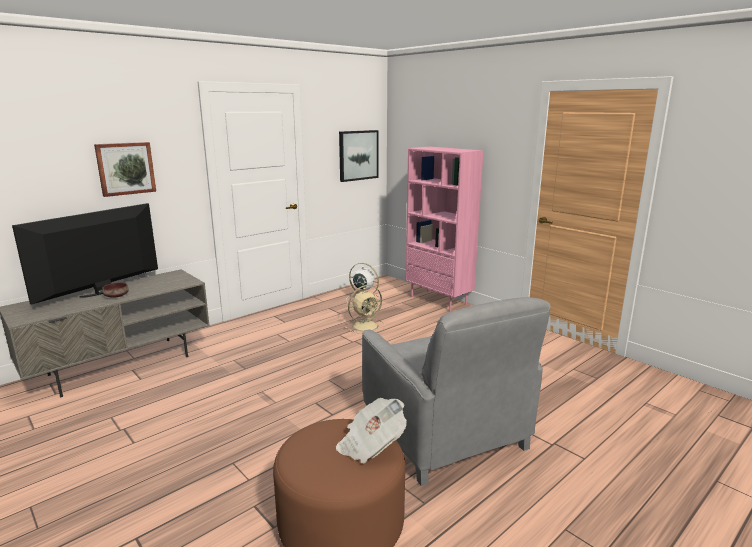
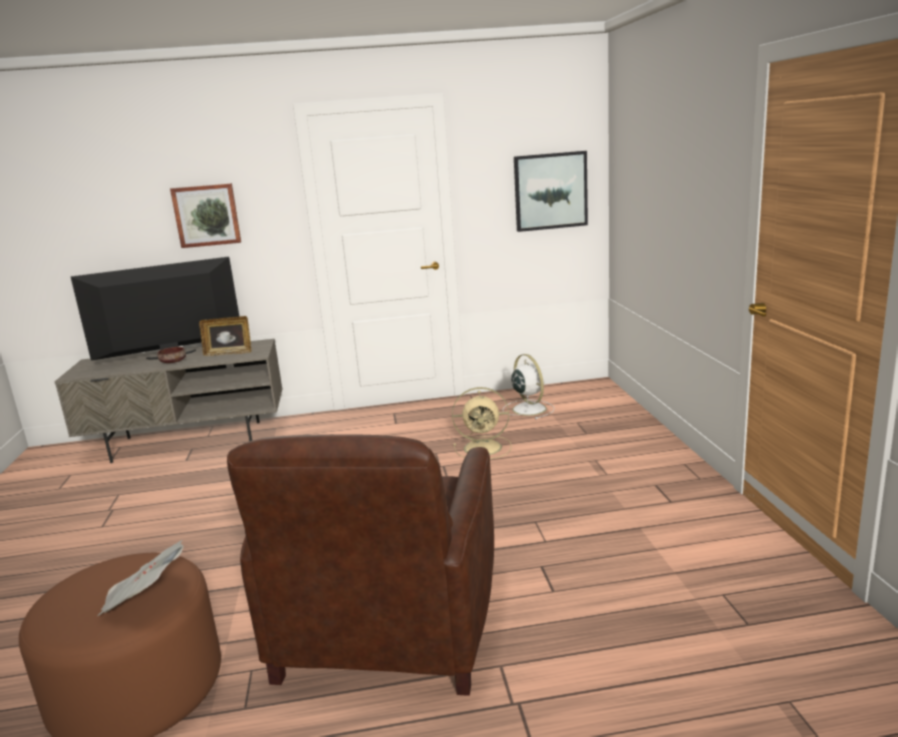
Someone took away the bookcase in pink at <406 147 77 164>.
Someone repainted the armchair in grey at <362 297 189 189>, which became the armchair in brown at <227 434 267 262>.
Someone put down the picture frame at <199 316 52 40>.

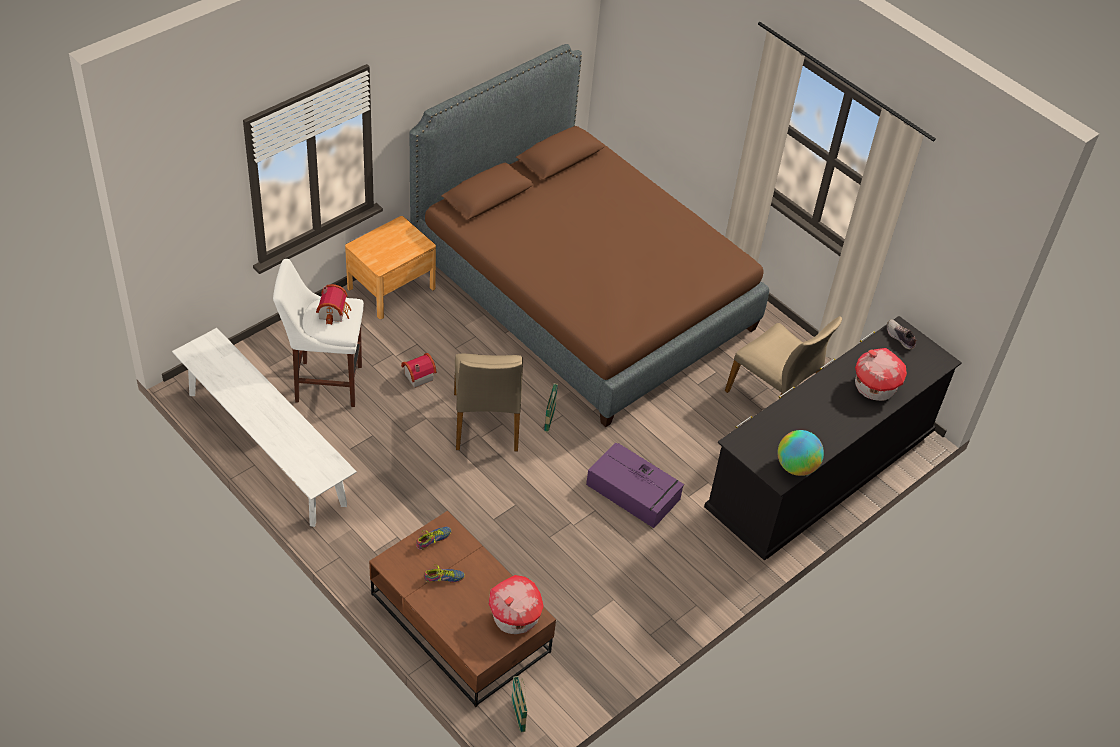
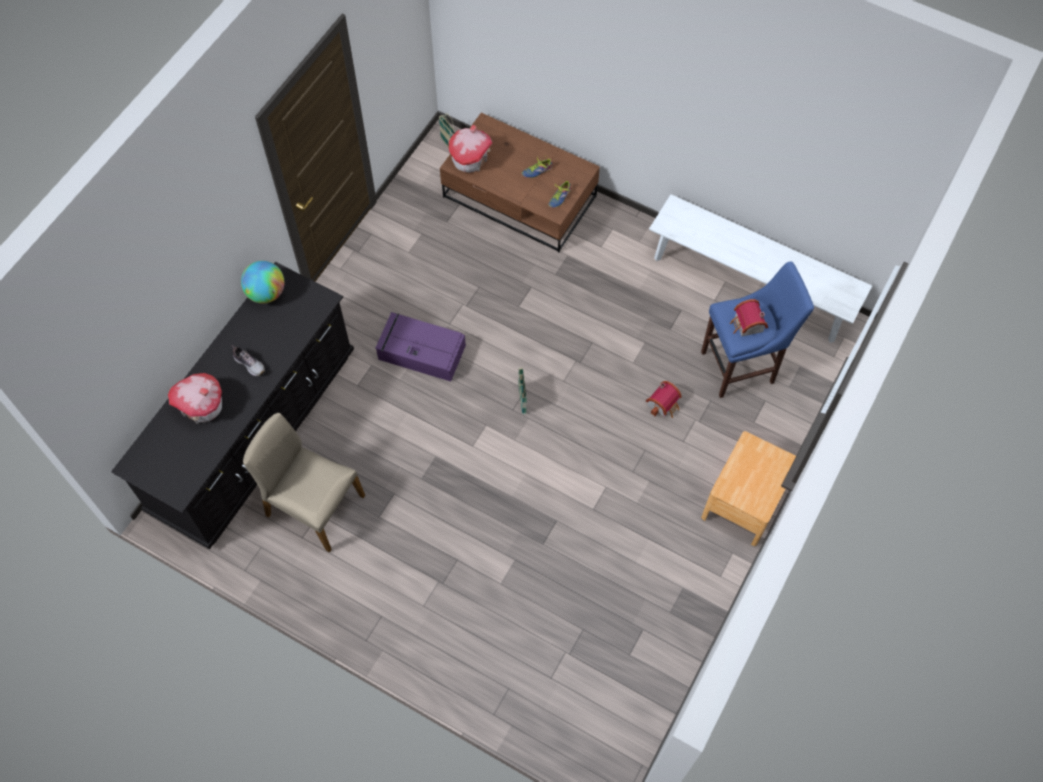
Someone took away the bed in brown at <409 44 360 383>.
Someone repainted the stool in white at <273 259 91 148>, which became the stool in blue at <701 261 113 137>.
Someone carried the shoe from <887 320 30 29> to <232 345 33 31>.
Someone took away the chair in beige at <454 354 69 97>.

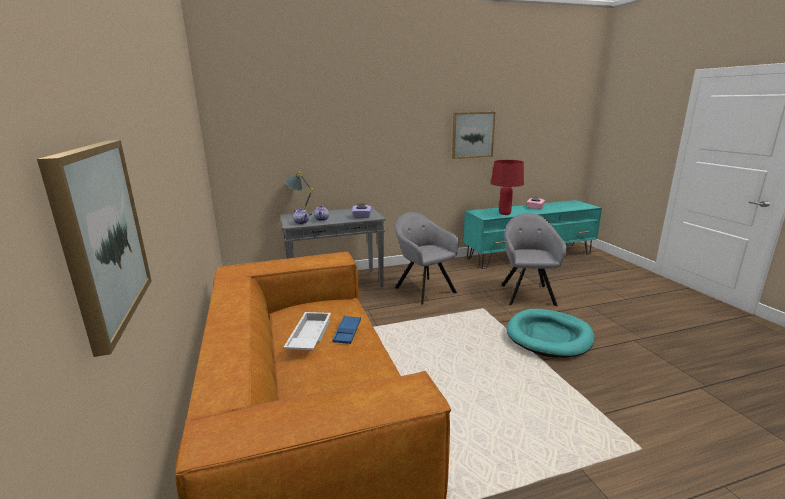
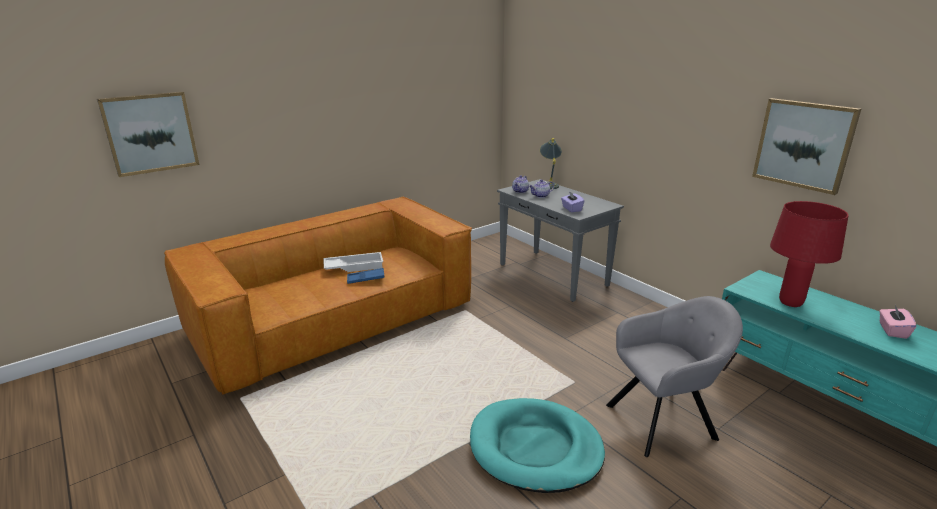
Someone took away the armchair in grey at <395 212 64 92>.

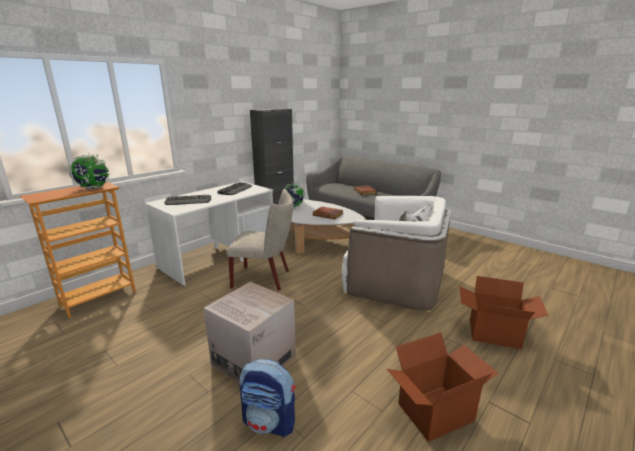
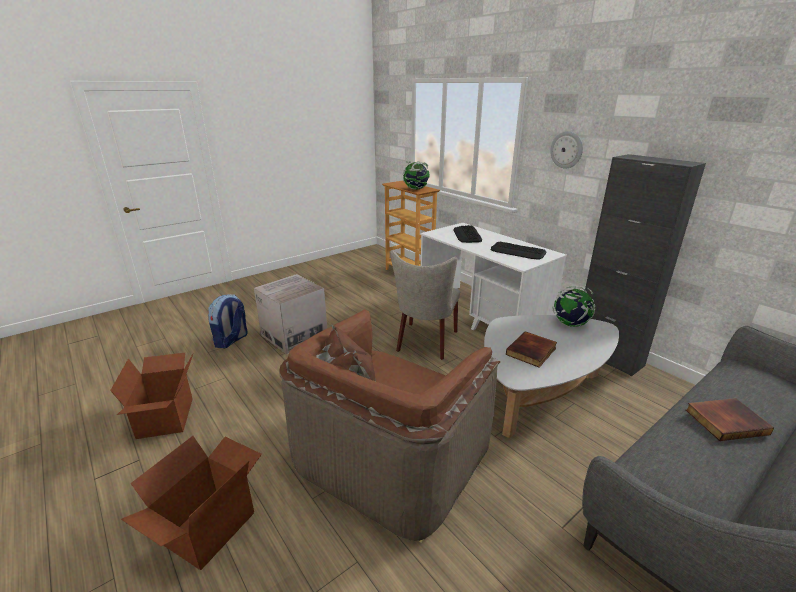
Someone repainted the armchair in white at <342 196 109 117>, which became the armchair in brown at <279 309 221 234>.
Someone put up the wall clock at <550 131 33 37>.

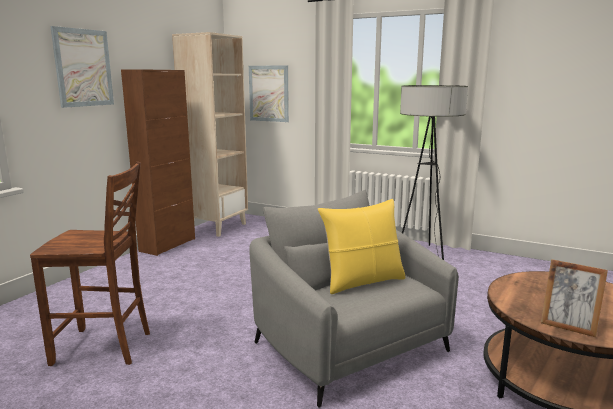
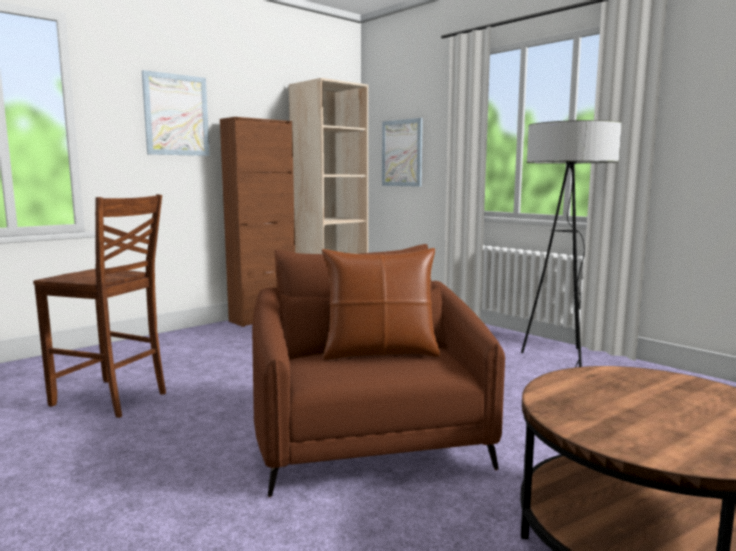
Someone repainted the armchair in grey at <249 190 210 218>, which became the armchair in brown at <252 244 253 253>.
Someone repainted the pillow in yellow at <318 199 87 95>, which became the pillow in brown at <321 248 119 112>.
Someone took away the picture frame at <541 259 67 78>.

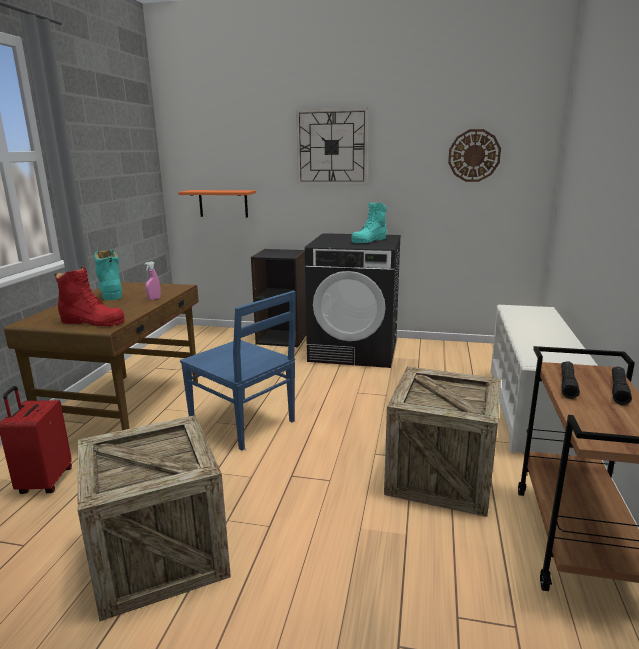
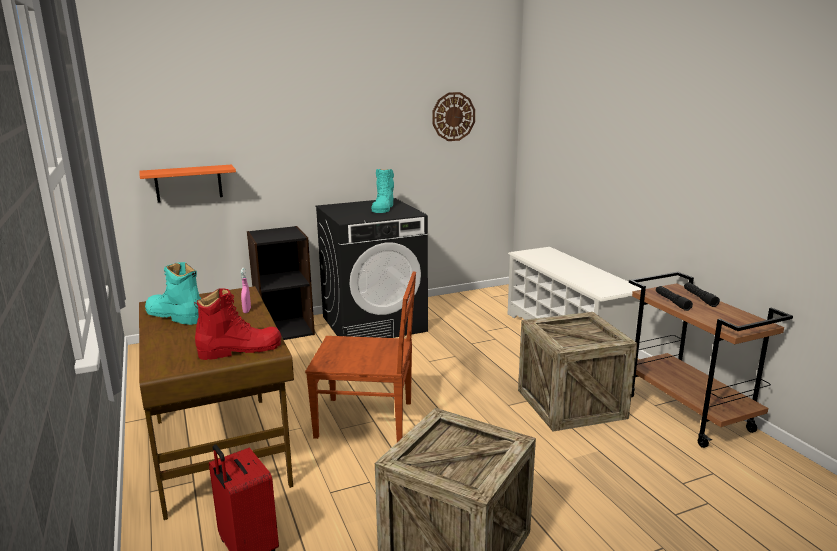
Someone took away the wall clock at <296 108 72 76>.
Someone repainted the chair in blue at <180 291 116 160>, which became the chair in brown at <305 272 111 170>.

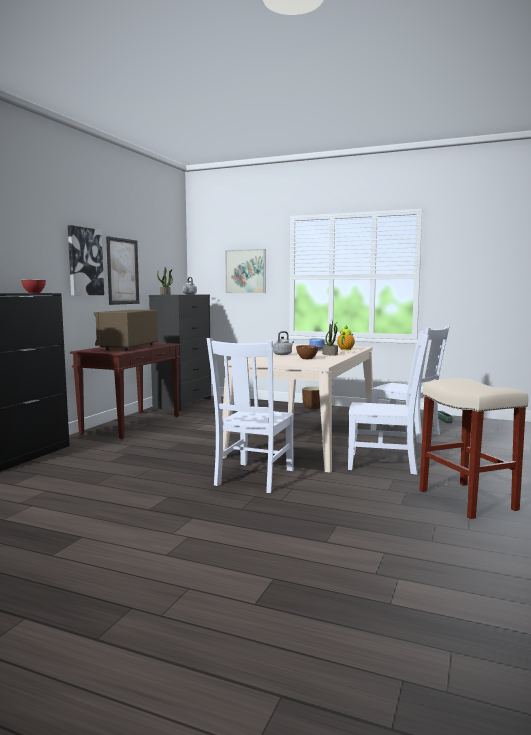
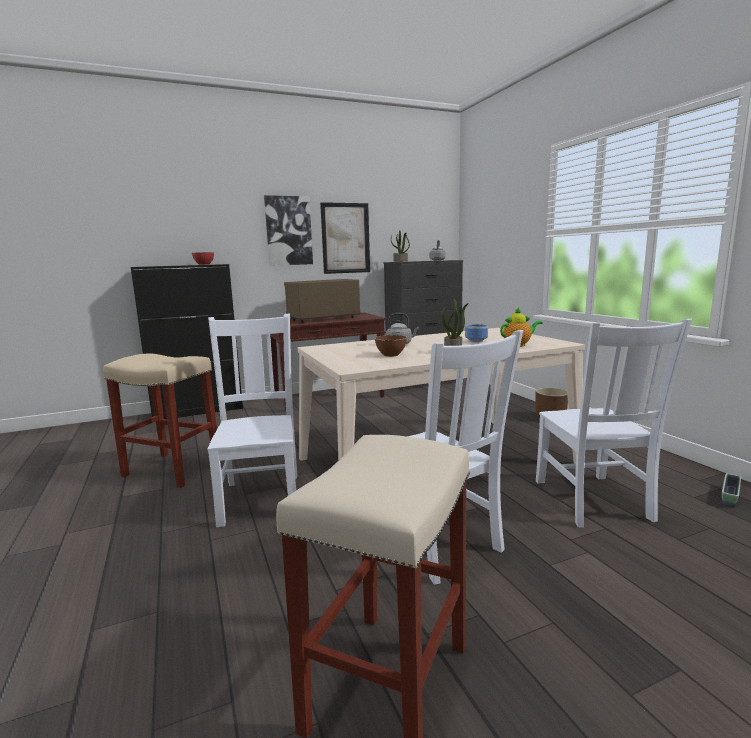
Someone took away the picture at <225 249 41 44>.
Someone rotated the chair in white at <207 338 87 155> by 105 degrees clockwise.
Someone put down the stool in beige at <103 354 118 134>.

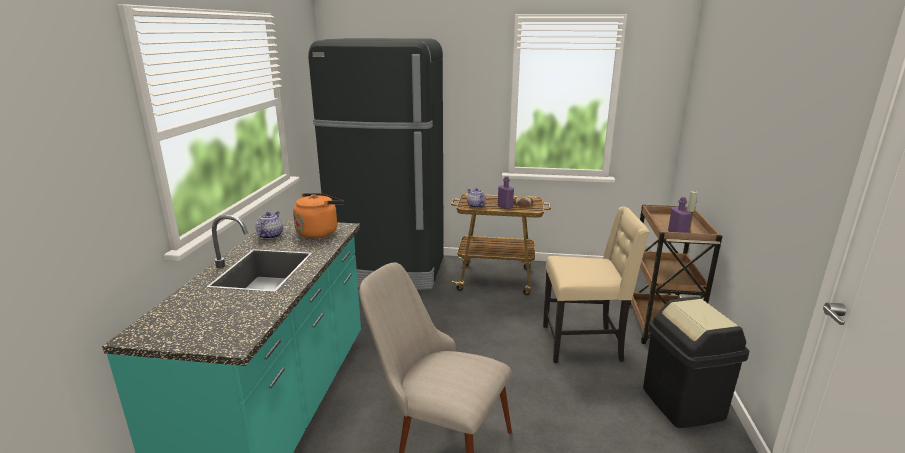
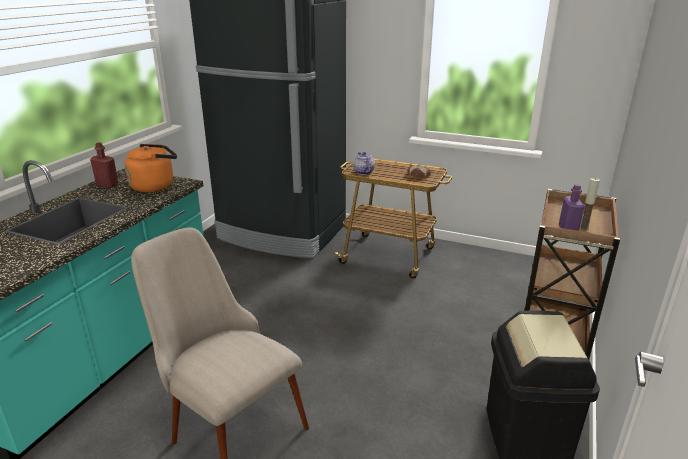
Someone took away the bottle in purple at <498 176 16 33>.
Someone took away the chair in beige at <543 207 107 156>.
Someone swapped the teapot at <255 211 28 28> for the bottle in red at <90 142 28 46>.

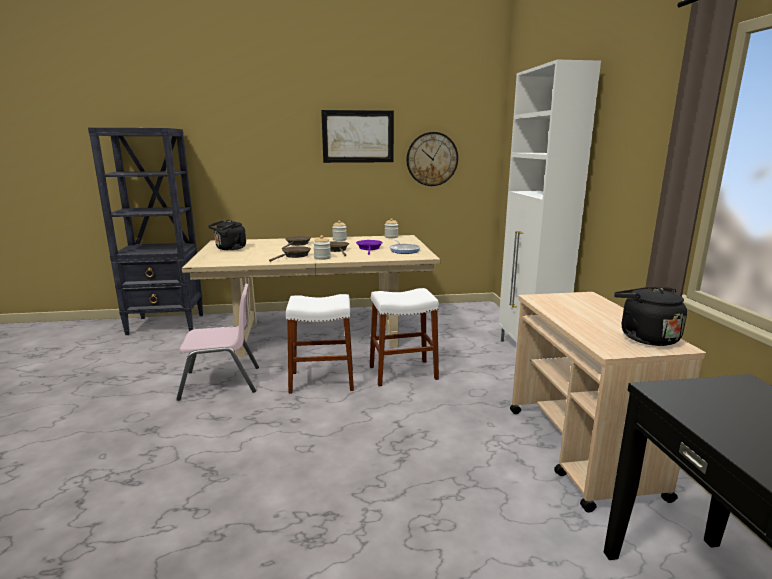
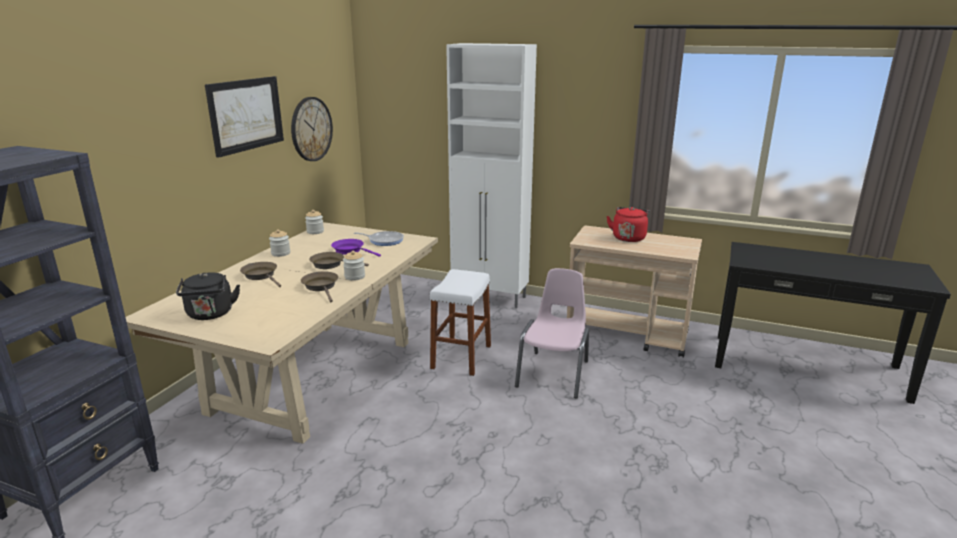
Someone carried the chair in pink from <176 284 83 117> to <515 268 74 131>.
Someone took away the kettle in black at <614 287 73 59>.
Someone took away the stool in white at <286 294 68 100>.
Someone put down the kettle in red at <607 207 43 35>.

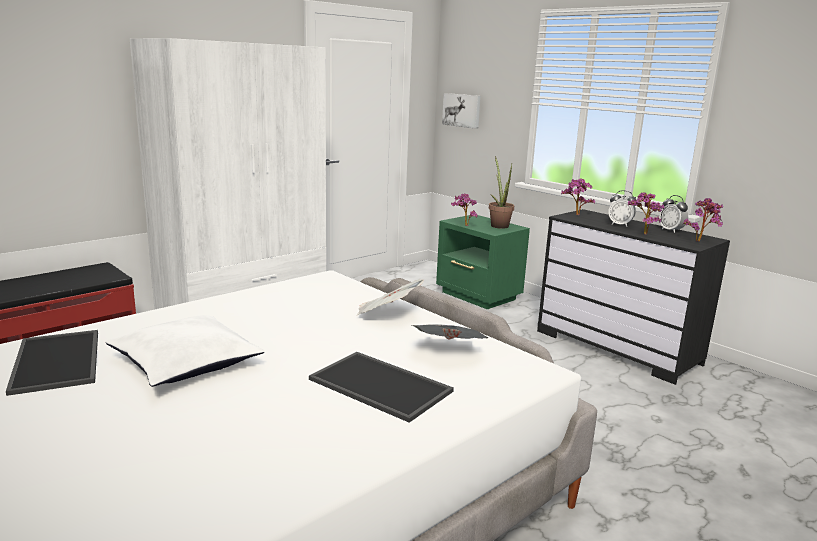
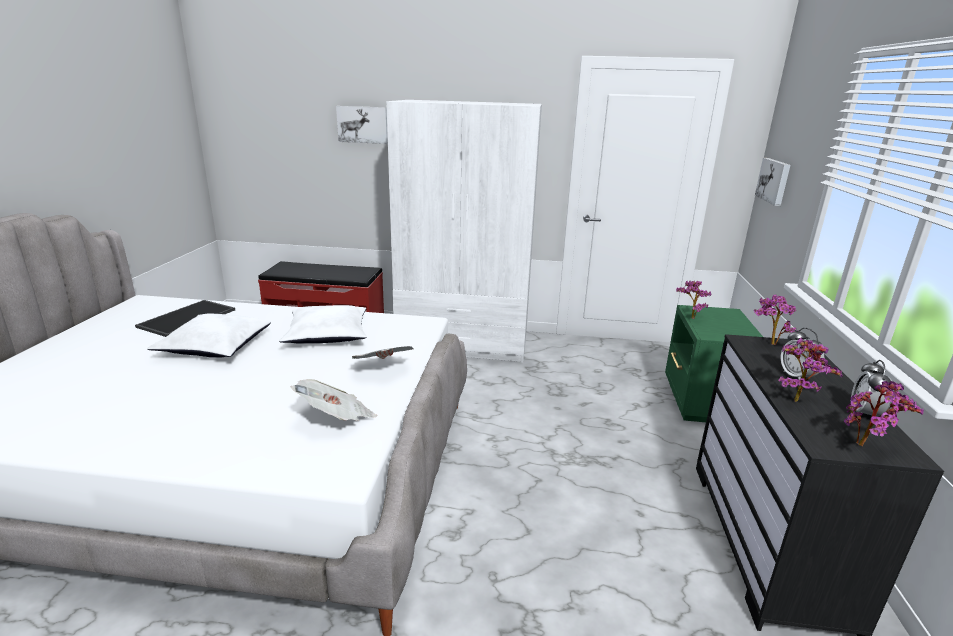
Someone took away the potted plant at <489 156 26 73>.
Someone took away the tray at <309 352 145 71>.
Someone put up the picture at <336 106 52 38>.
Someone put down the pillow in white at <279 305 88 38>.

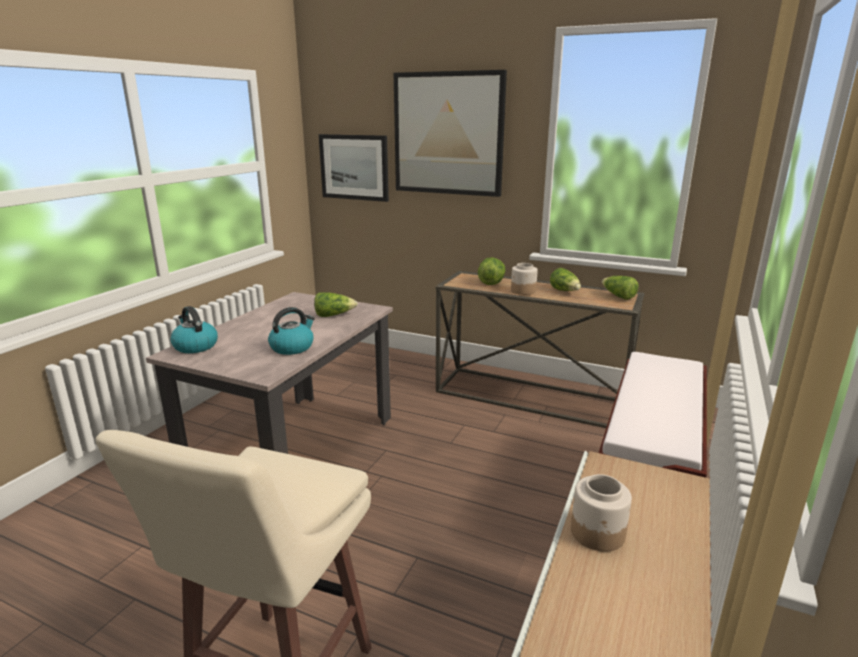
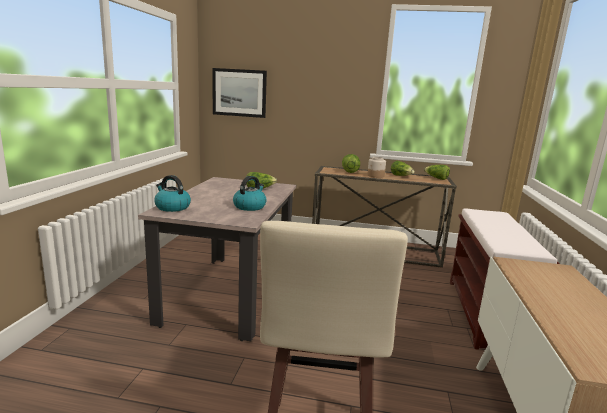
Someone took away the picture at <394 70 113 127>.
Someone took away the jar at <571 474 61 78>.

